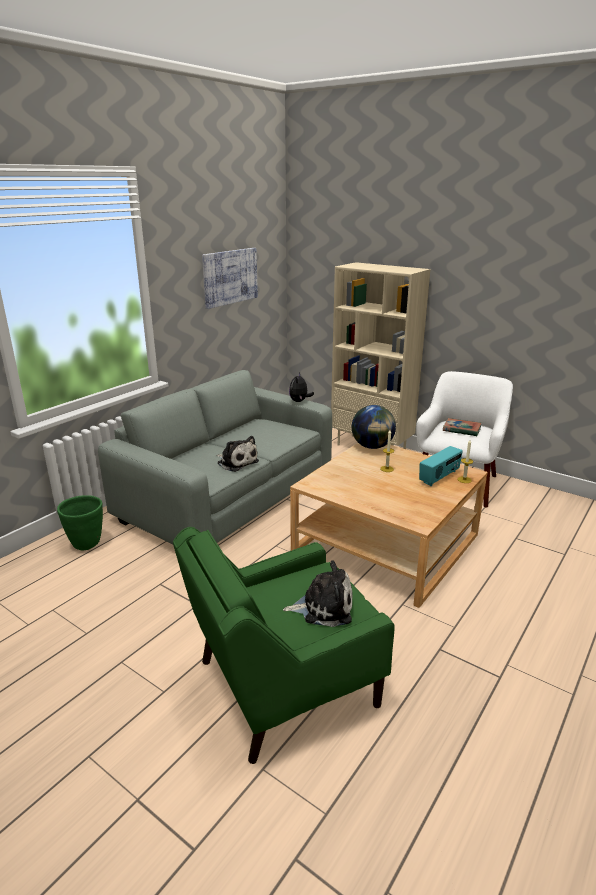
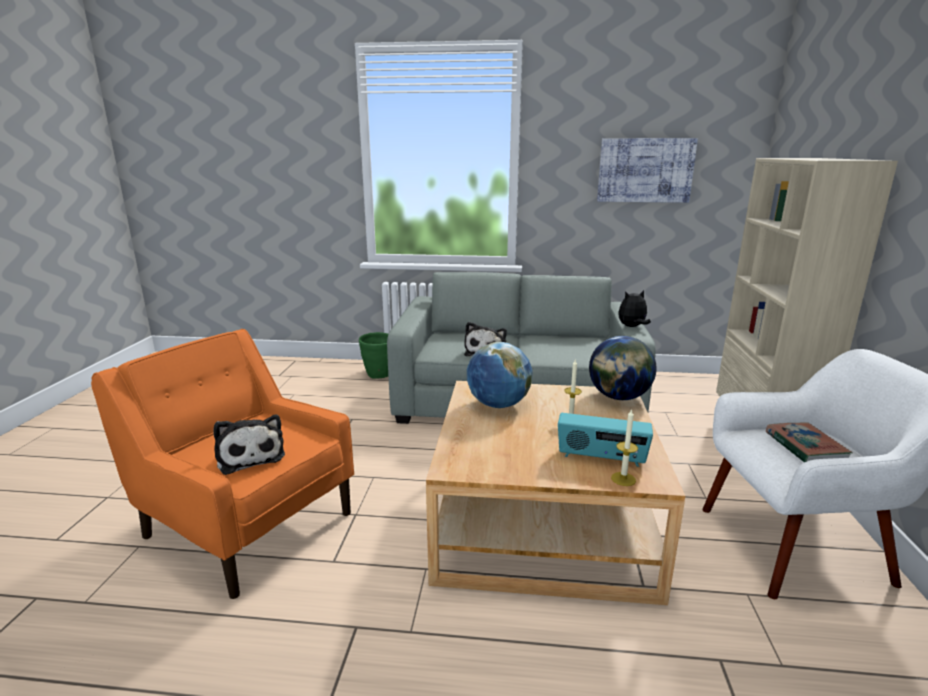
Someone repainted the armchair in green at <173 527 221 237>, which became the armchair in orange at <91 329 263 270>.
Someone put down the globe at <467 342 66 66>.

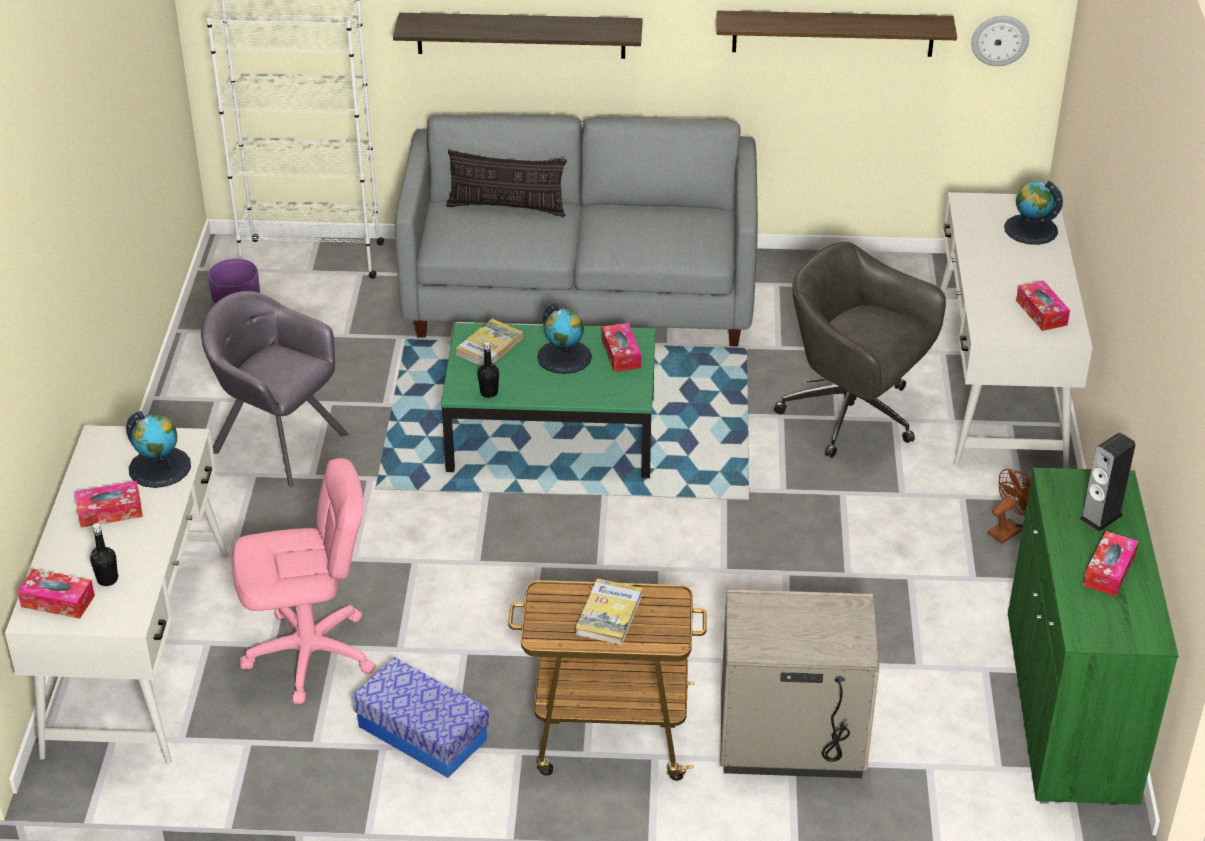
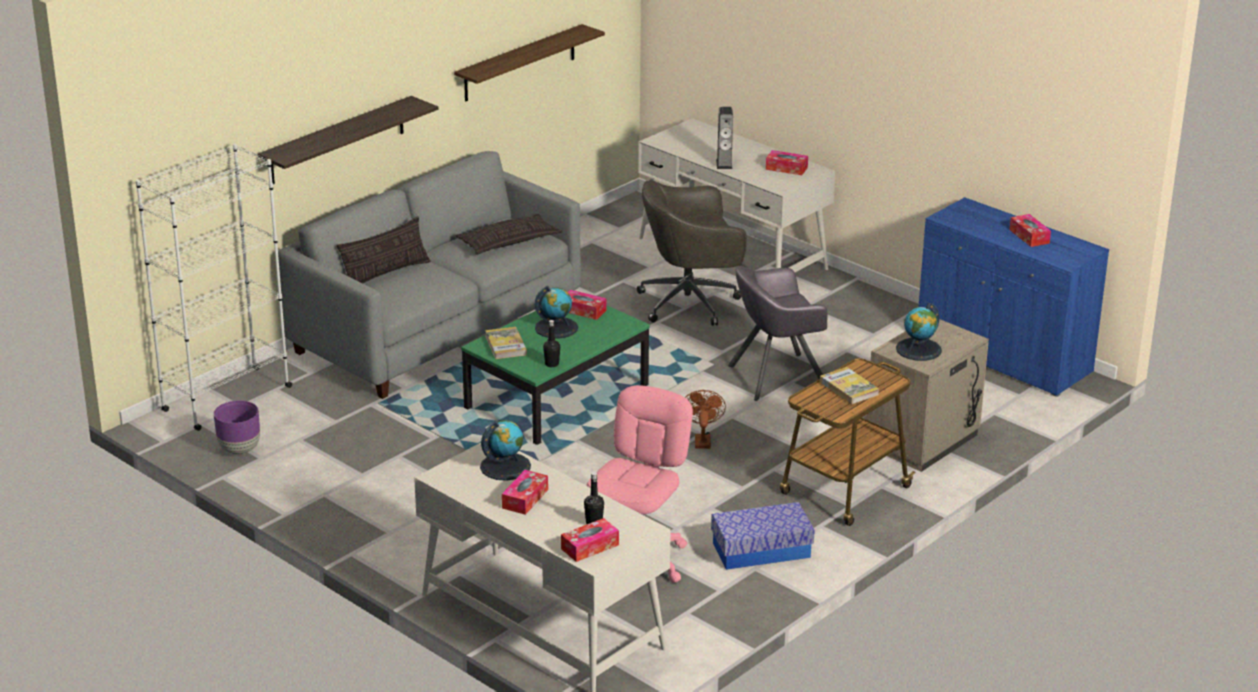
Someone took away the wall clock at <971 16 58 50>.
Someone carried the globe from <1004 181 59 64> to <896 303 46 58>.
Someone carried the armchair in grey from <201 291 148 196> to <728 266 99 135>.
Someone carried the speaker from <1079 432 57 100> to <716 107 17 62>.
Someone repainted the cabinet in green at <1008 467 171 340>, which became the cabinet in blue at <919 197 190 200>.
Someone carried the fan in brown from <988 469 43 75> to <685 390 41 59>.
Someone put down the pillow at <455 214 107 41>.

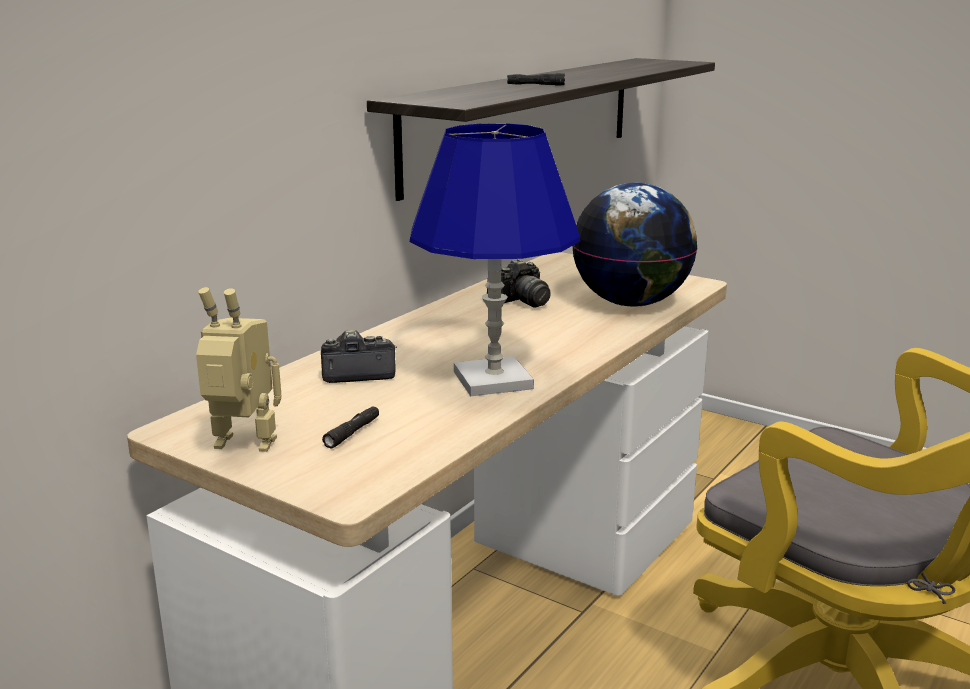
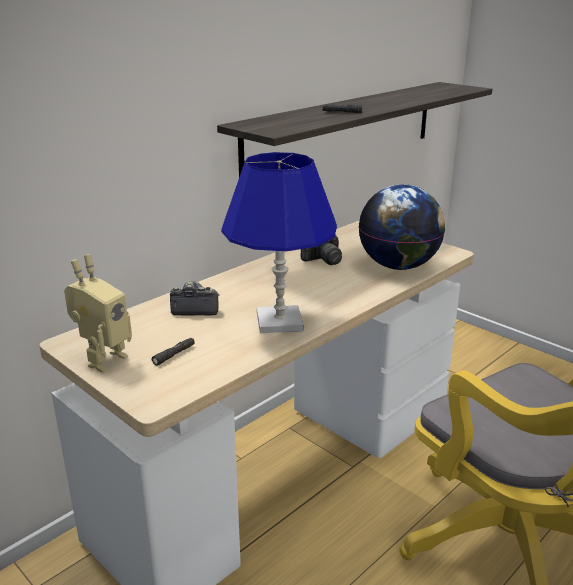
Someone rotated the toy robot at <196 287 86 165> by 105 degrees clockwise.

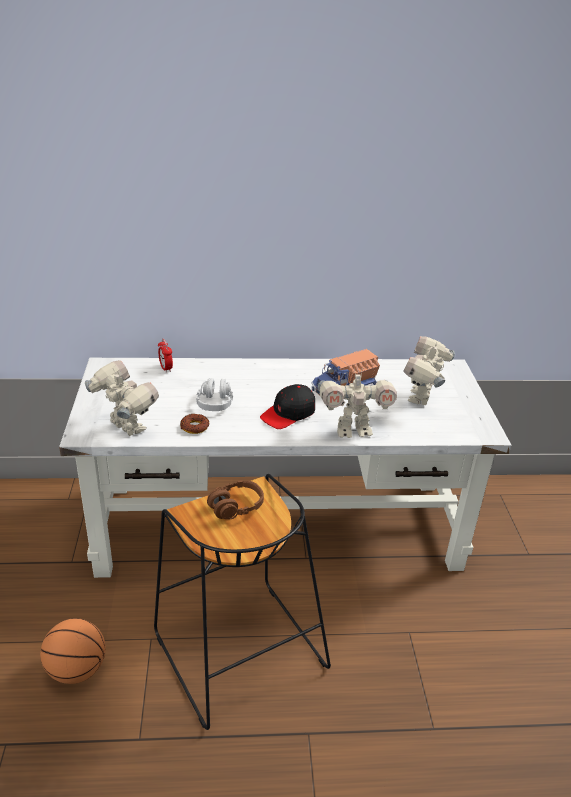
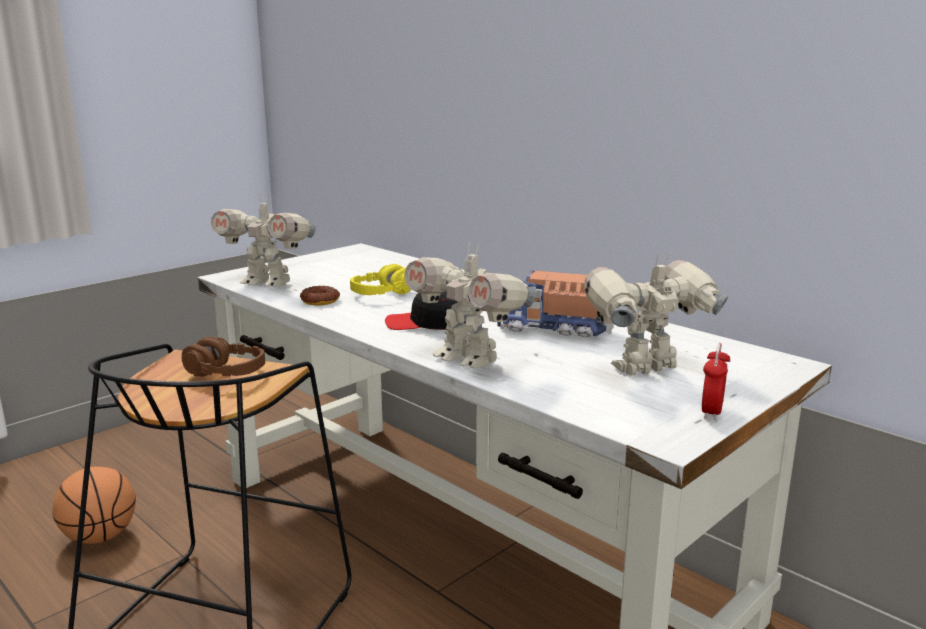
Someone carried the alarm clock from <158 339 15 34> to <702 343 28 77>.
Someone rotated the toy robot at <85 360 74 76> by 105 degrees clockwise.
Someone repainted the headphones in grey at <196 378 37 33>, which became the headphones in yellow at <350 264 61 31>.

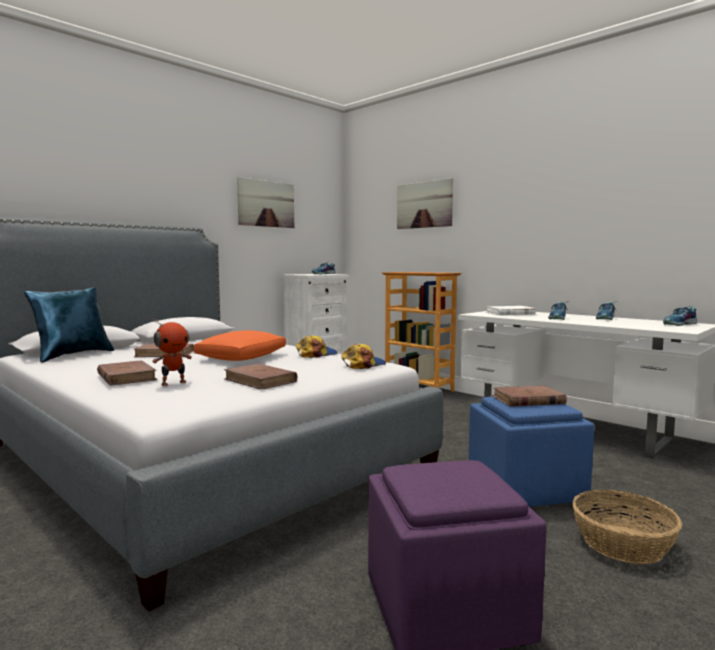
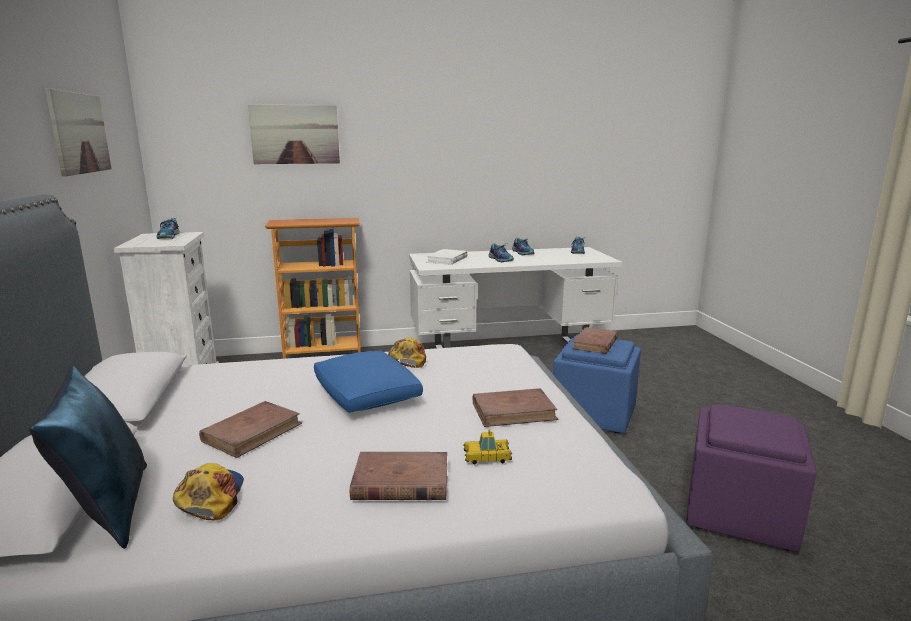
Someone swapped the toy robot at <152 318 40 68> for the toy car at <463 429 49 35>.
Someone repainted the pillow in orange at <193 330 93 31>, which became the pillow in blue at <314 351 109 62>.
Someone carried the cap from <341 344 45 25> to <173 463 71 57>.
Someone took away the basket at <572 490 110 74>.

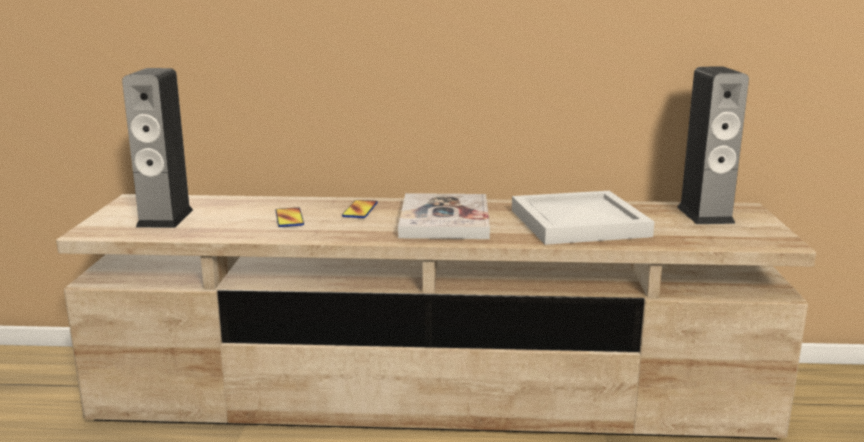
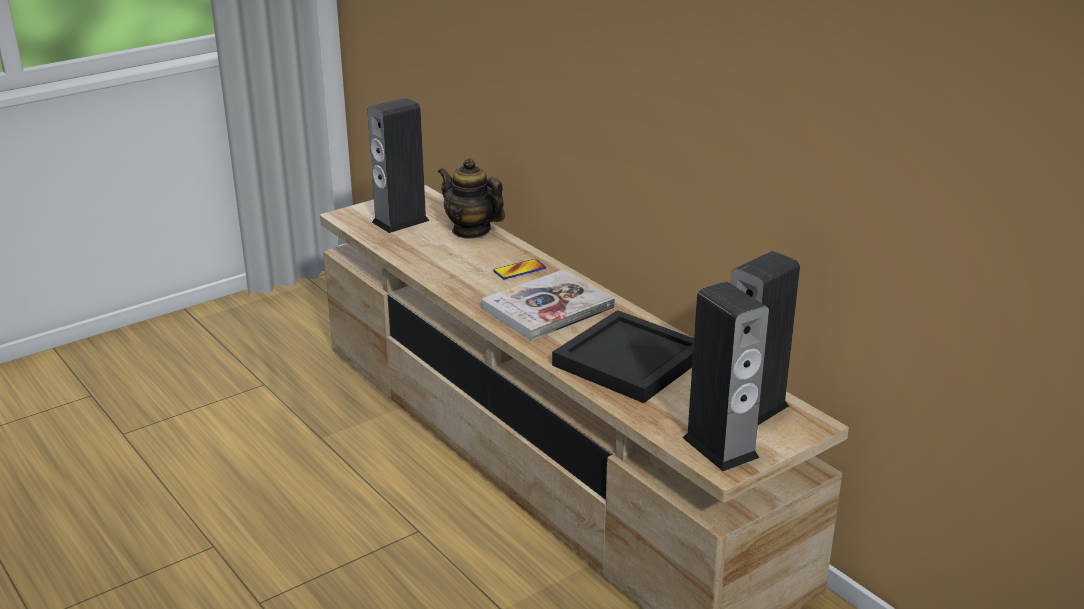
Someone repainted the tray in white at <512 191 143 54>, which became the tray in black at <552 310 142 93>.
Someone took away the phone at <276 207 28 20>.
Someone put down the teapot at <438 158 67 81>.
Someone put down the speaker at <682 282 87 189>.

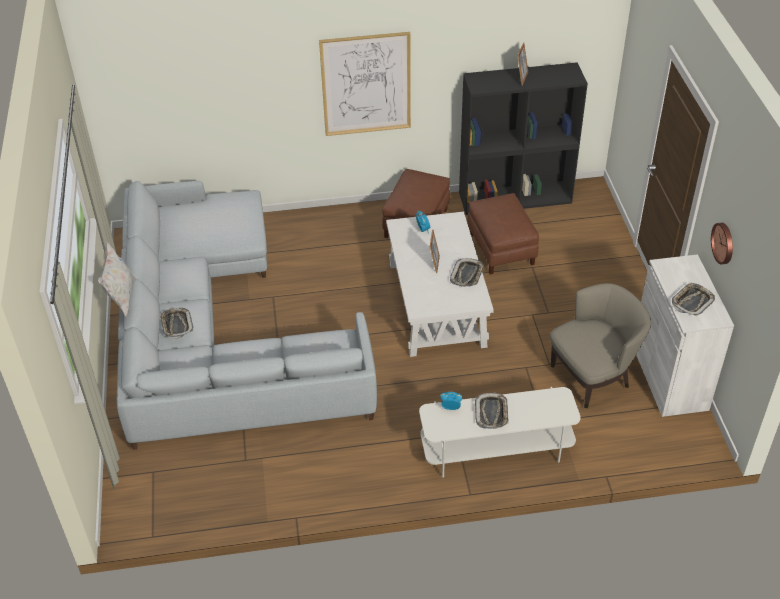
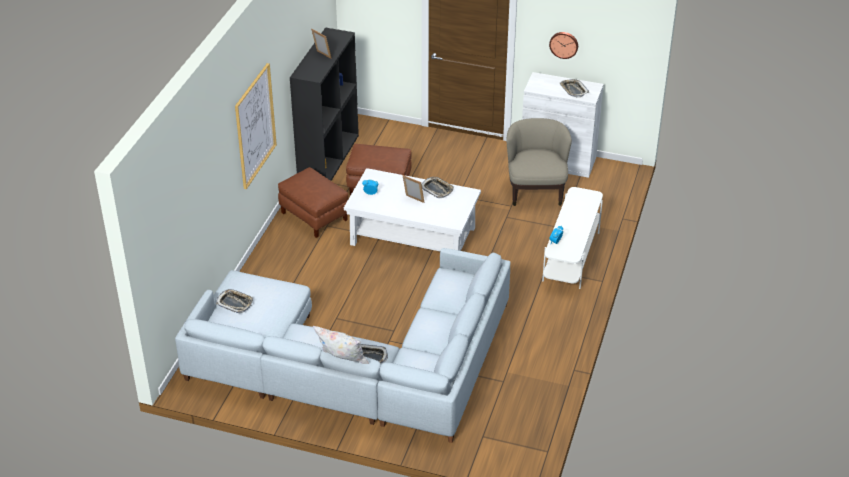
Someone carried the tray from <475 393 34 36> to <216 289 37 24>.

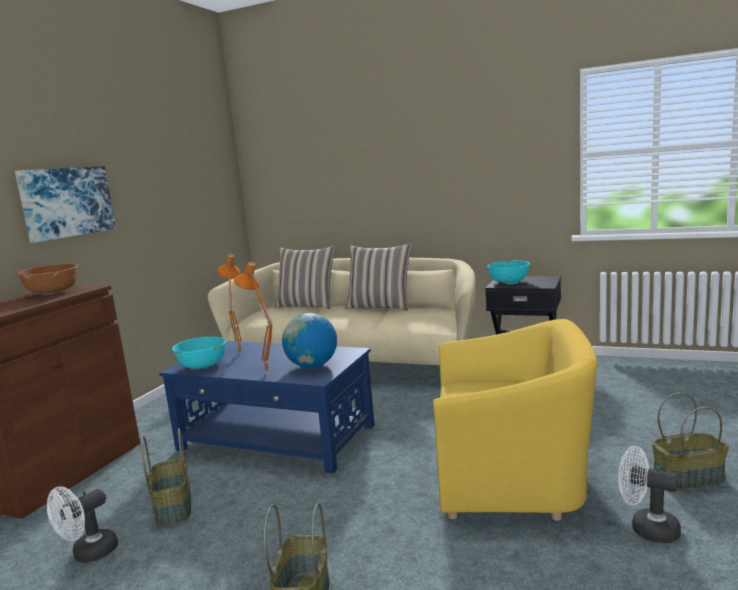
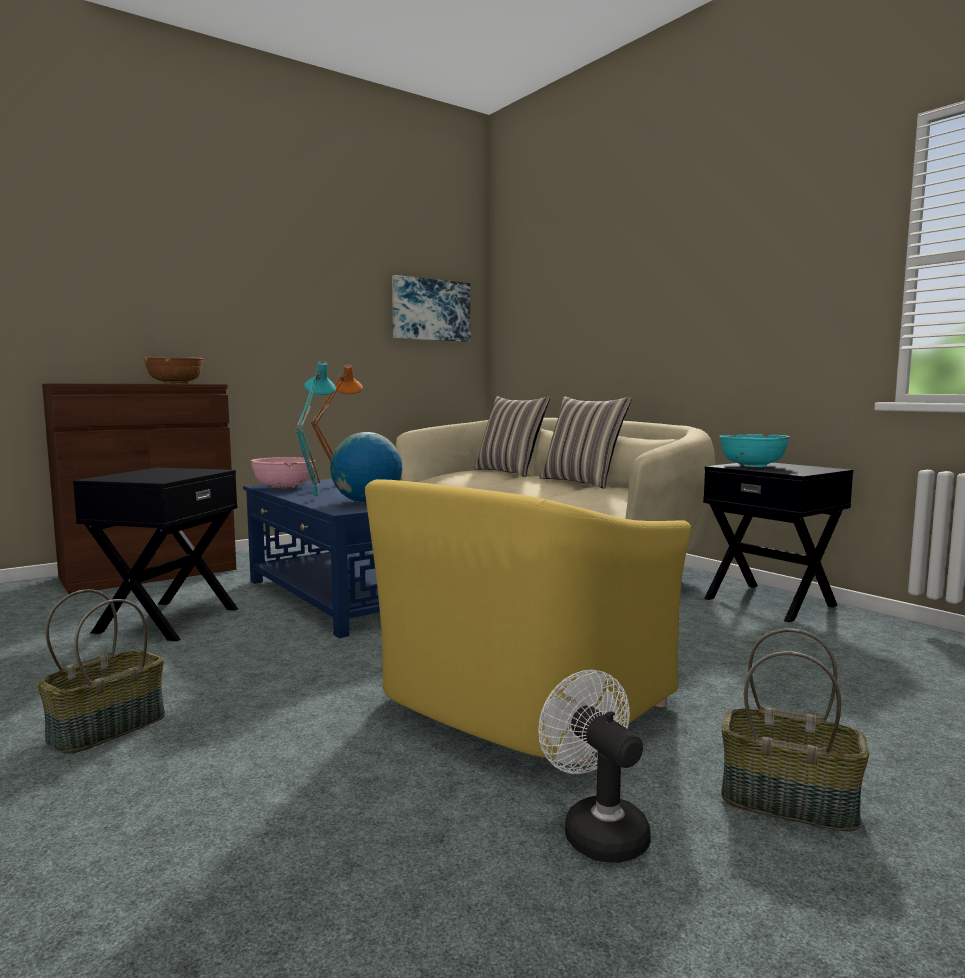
Someone carried the picture from <15 166 101 77> to <392 275 78 67>.
Someone repainted the table lamp in orange at <234 262 39 111>, which became the table lamp in turquoise at <295 361 41 139>.
Someone rotated the armchair in yellow at <433 319 164 202> by 90 degrees clockwise.
Someone repainted the bowl in turquoise at <172 337 54 33>, which became the bowl in pink at <250 457 65 32>.
Someone swapped the basket at <141 428 50 98> for the side table in black at <73 468 165 173>.
Someone took away the fan in white at <47 486 71 77>.

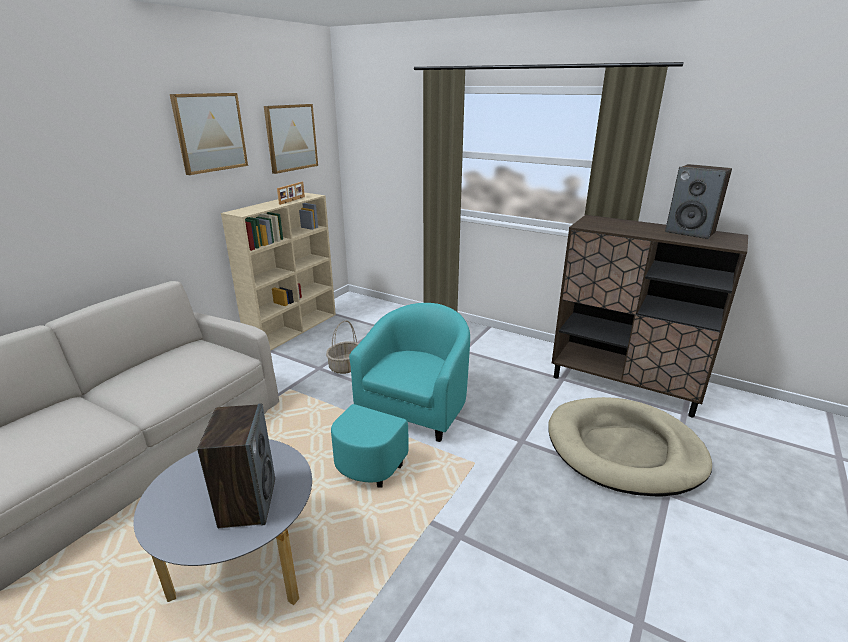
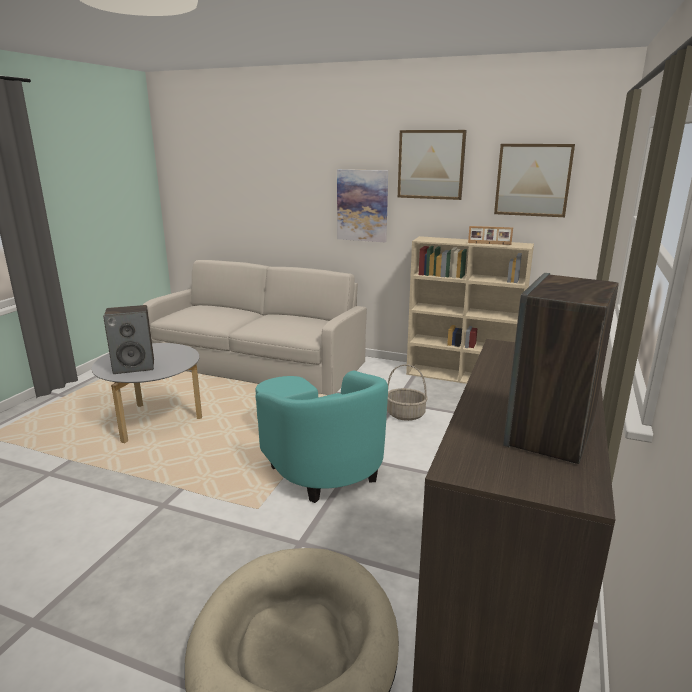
Someone rotated the armchair in turquoise at <331 303 139 185> by 45 degrees clockwise.
Someone put up the picture at <337 169 51 73>.

